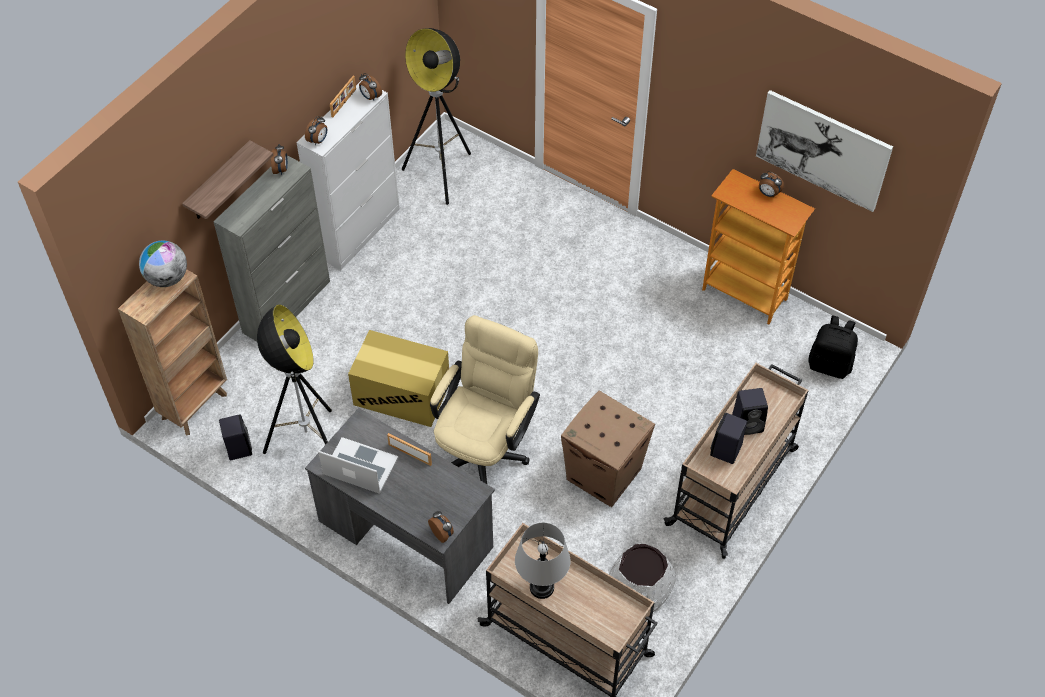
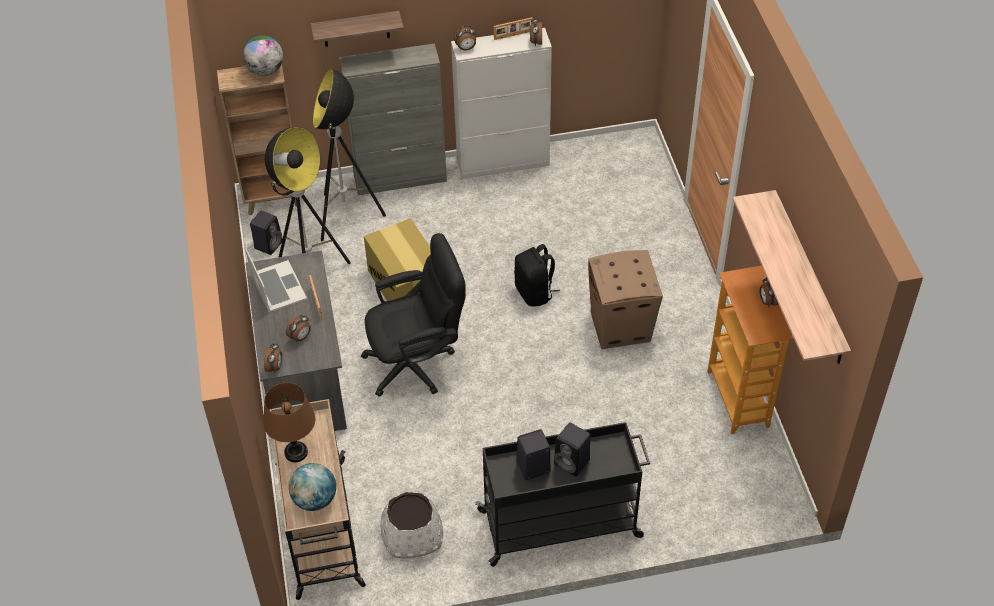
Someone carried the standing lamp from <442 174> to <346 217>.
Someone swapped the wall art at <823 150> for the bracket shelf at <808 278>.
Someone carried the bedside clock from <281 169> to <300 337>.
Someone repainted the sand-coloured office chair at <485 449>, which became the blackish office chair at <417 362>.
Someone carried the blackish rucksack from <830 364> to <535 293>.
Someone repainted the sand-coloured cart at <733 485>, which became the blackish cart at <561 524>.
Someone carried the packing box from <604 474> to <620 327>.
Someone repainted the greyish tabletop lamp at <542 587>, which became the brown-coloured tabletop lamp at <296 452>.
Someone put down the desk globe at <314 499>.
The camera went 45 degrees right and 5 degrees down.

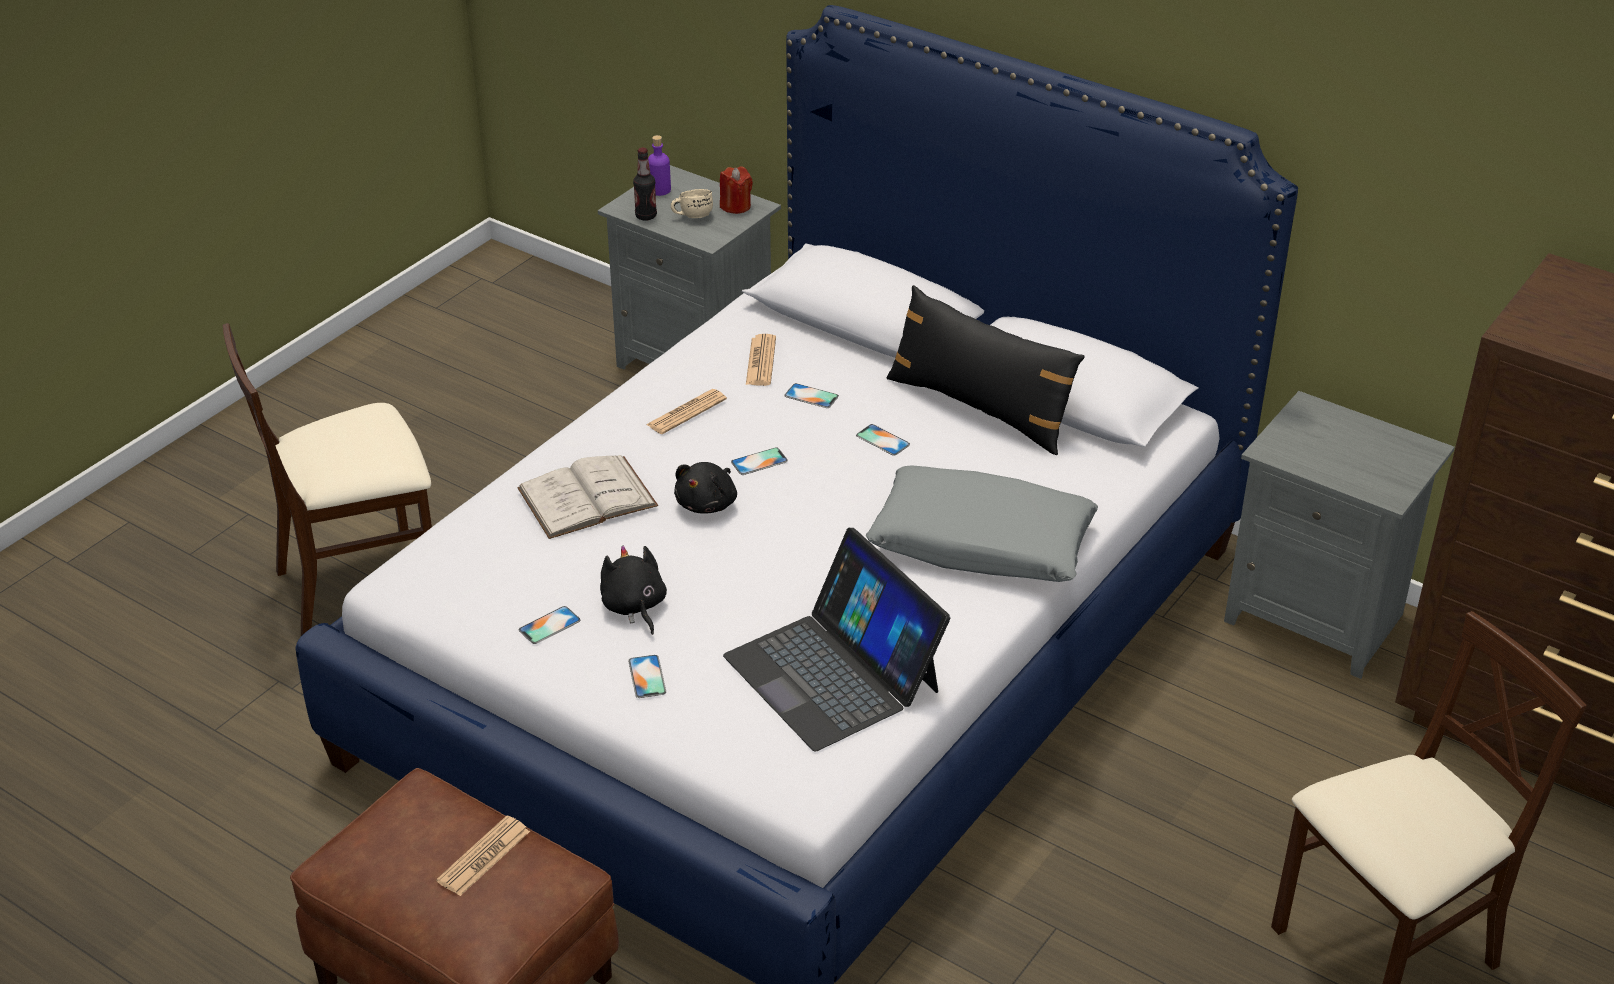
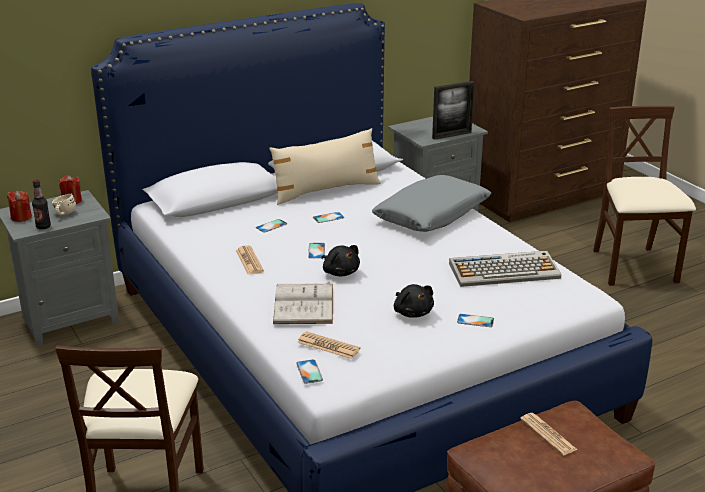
Someone swapped the purple-coloured bottle at <659 190> for the red wax light at <21 217>.
Someone repainted the blackish cushion at <980 408>, which became the sand-coloured cushion at <326 190>.
Someone carried the daily paper from <761 361> to <328 346>.
Someone swapped the portable computer at <833 672> for the PC keyboard at <505 270>.
Someone rotated the blackish cuddly toy at <634 607> by 120 degrees counterclockwise.
Someone carried the telephone from <549 625> to <309 371>.
Someone put down the standing frame at <451 135>.
The camera went 65 degrees left and 10 degrees down.

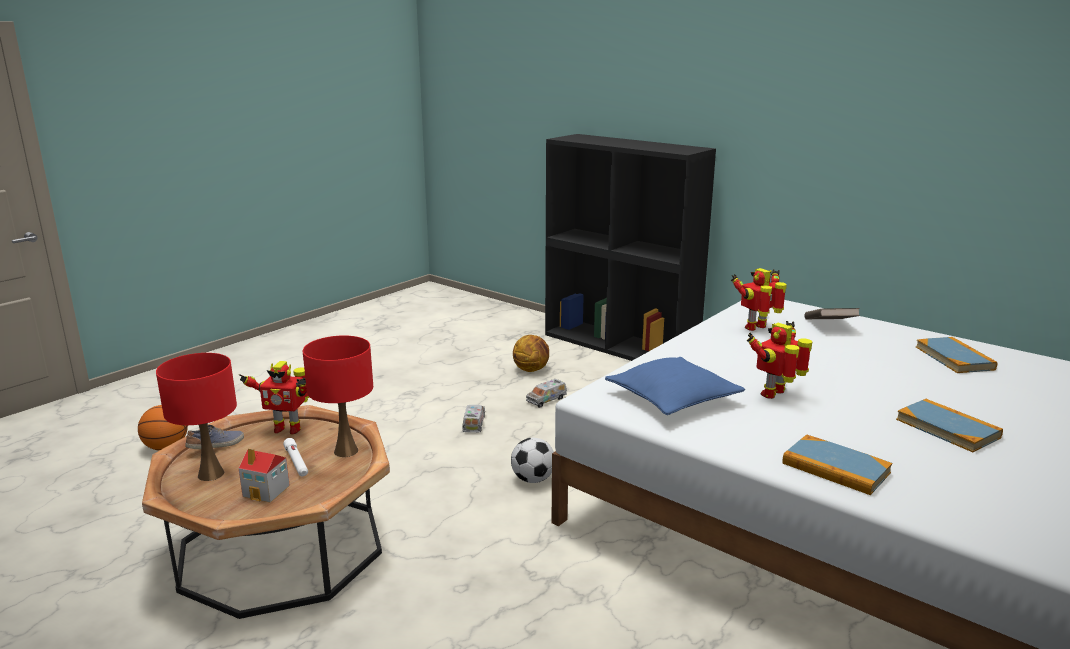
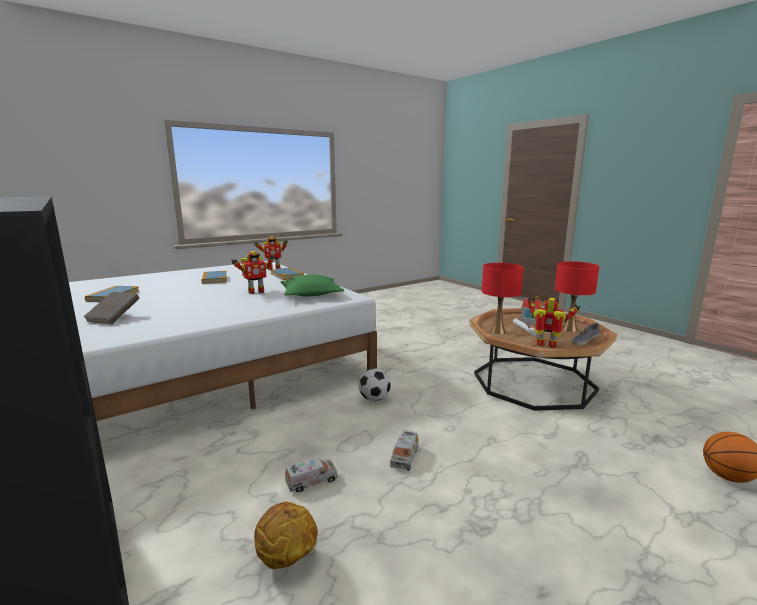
Someone carried the model robot from <757 328> to <273 269>.
Someone repainted the blue cushion at <672 398>, which became the green cushion at <311 294>.
The camera went 165 degrees left and 5 degrees down.

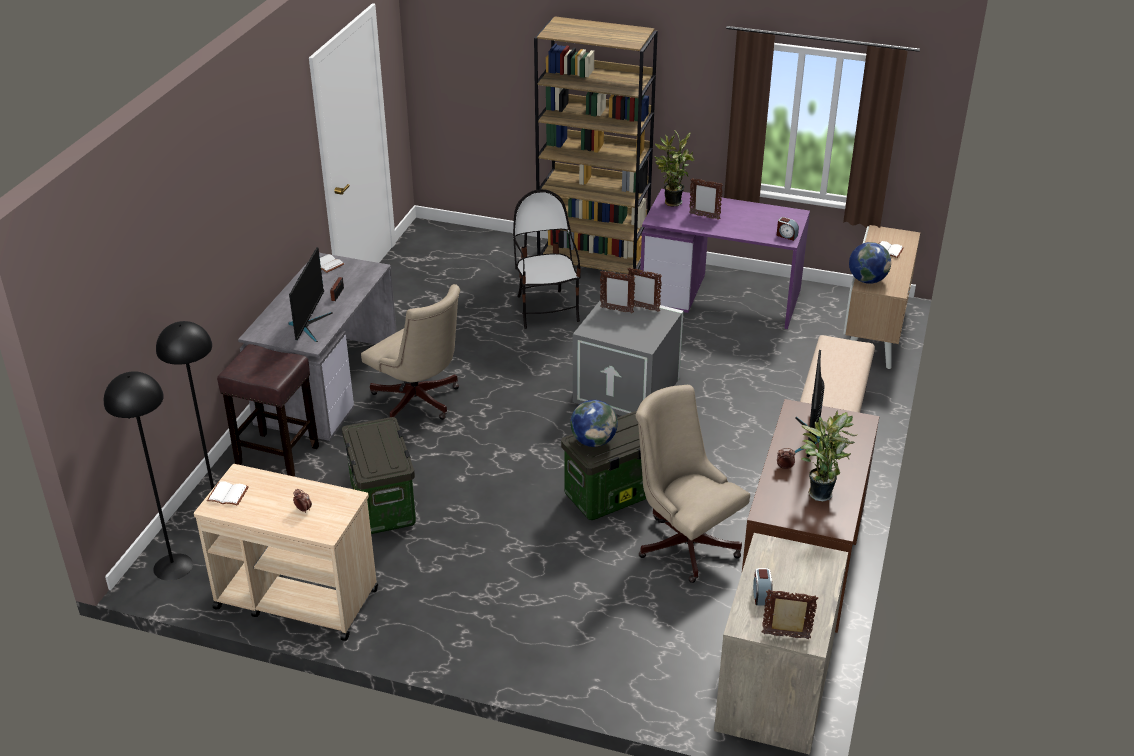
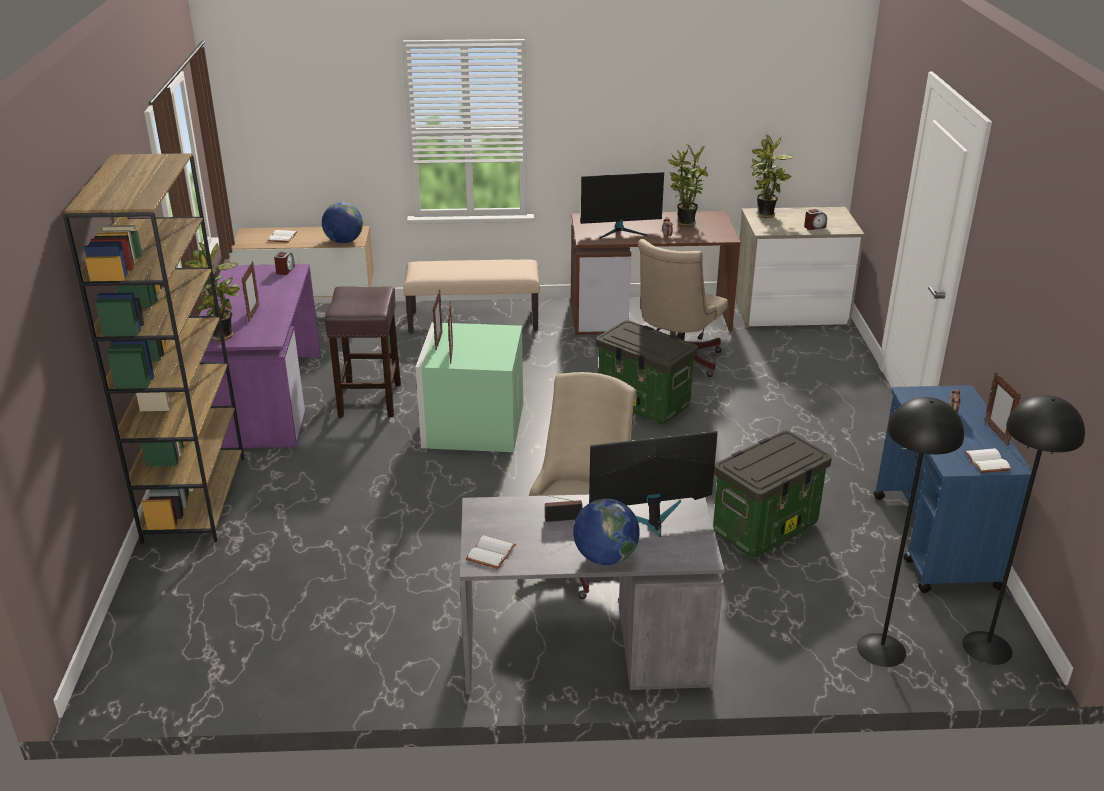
Someone took away the chair at <546 310>.
Someone repainted the greyish storage bin at <628 389>, which became the green storage bin at <472 424>.
Someone carried the brown-coloured stool seat from <276 455> to <370 401>.
Someone carried the desk globe from <593 441> to <605 557>.
Someone repainted the sand-coloured cart at <295 598>, which became the blue cart at <935 542>.
Someone carried the standing frame from <786 636> to <996 433>.
Someone put down the potted plant at <765 215>.
The camera went 110 degrees left and 5 degrees down.

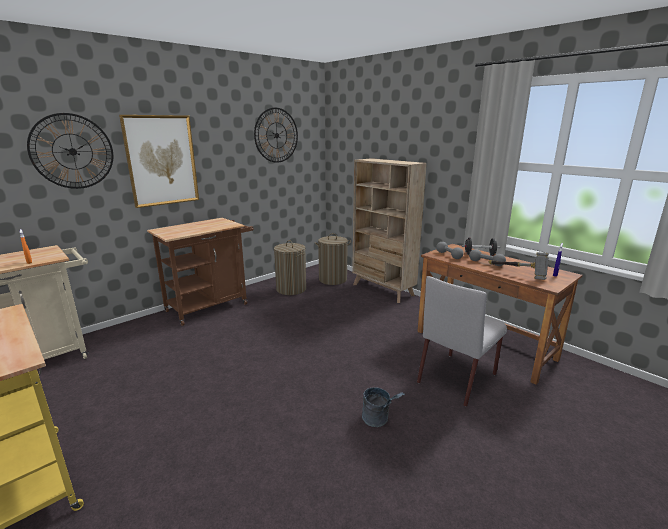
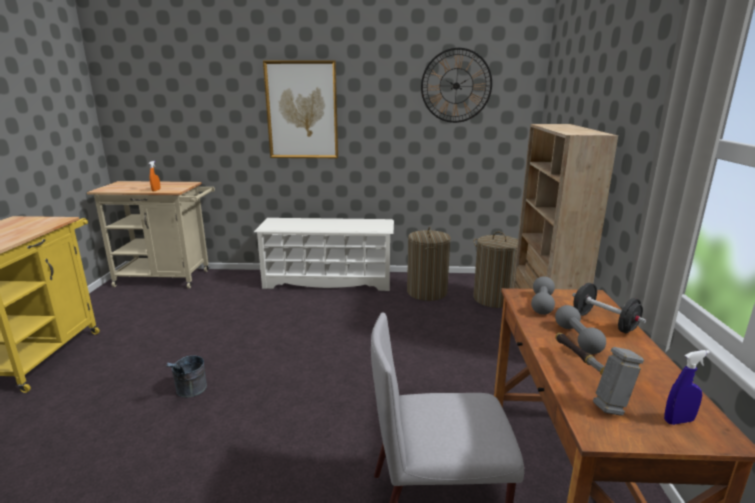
Someone took away the clock on the wall at <72 151>.
Someone swapped the brown-coloured cart at <211 306> for the white-coloured shoe rack at <328 281>.
Someone carried the greyish water bucket from <379 420> to <189 392>.
The camera went 45 degrees right and 0 degrees up.

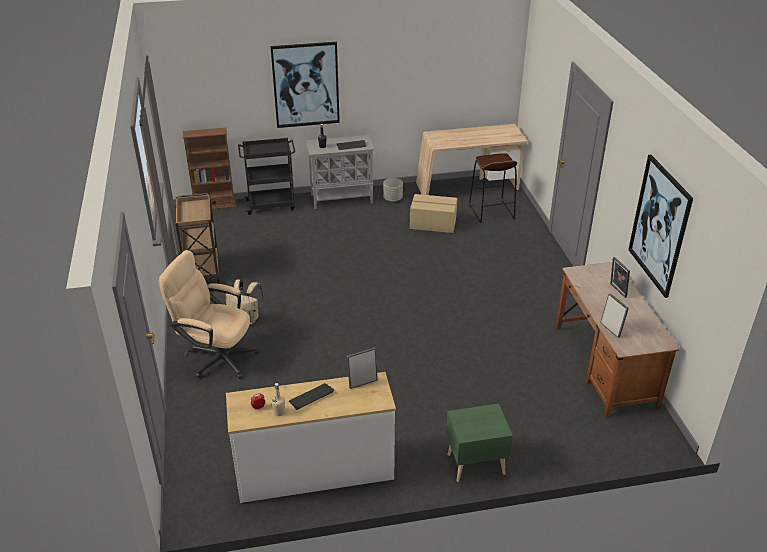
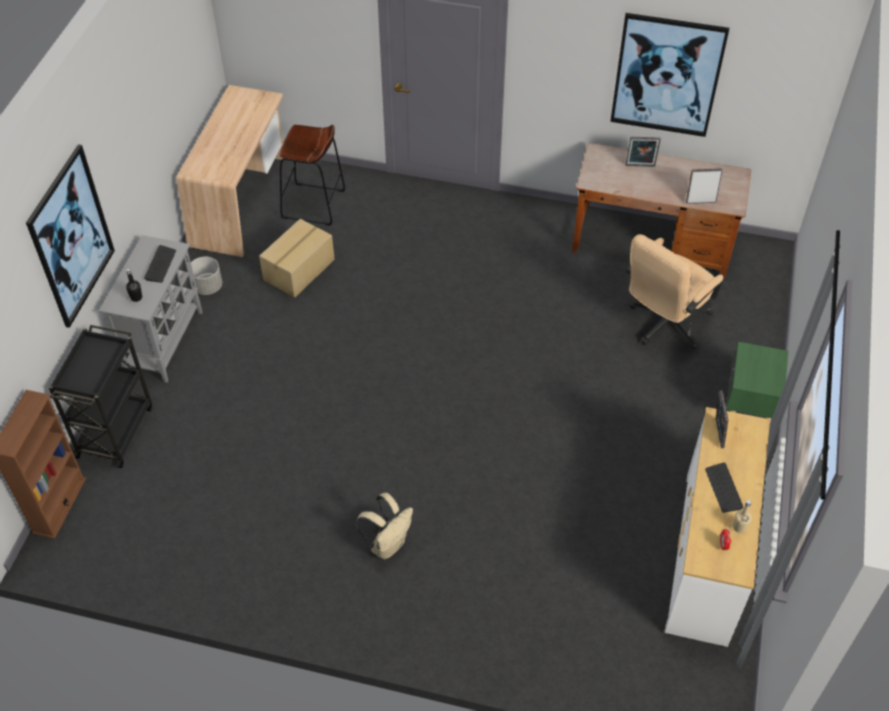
Someone took away the brown-coloured cart at <202 271>.
Someone carried the sand-coloured office chair from <216 357> to <664 325>.
The camera went 65 degrees left and 15 degrees up.

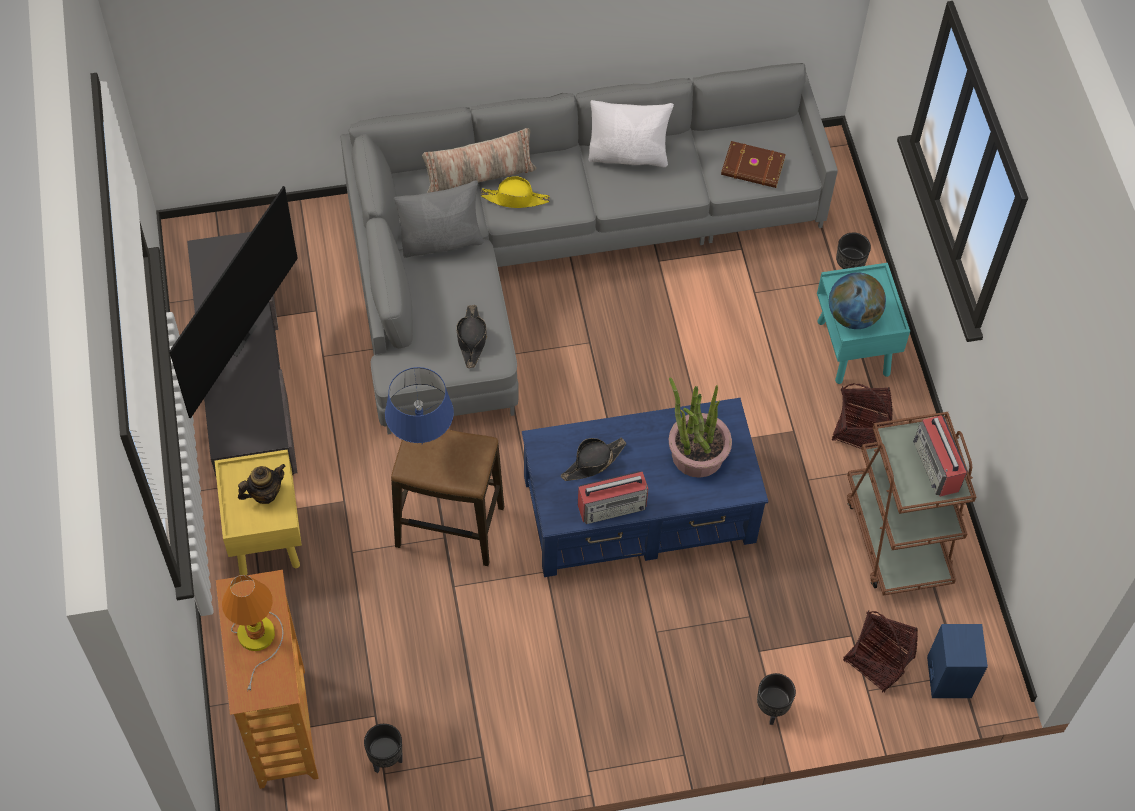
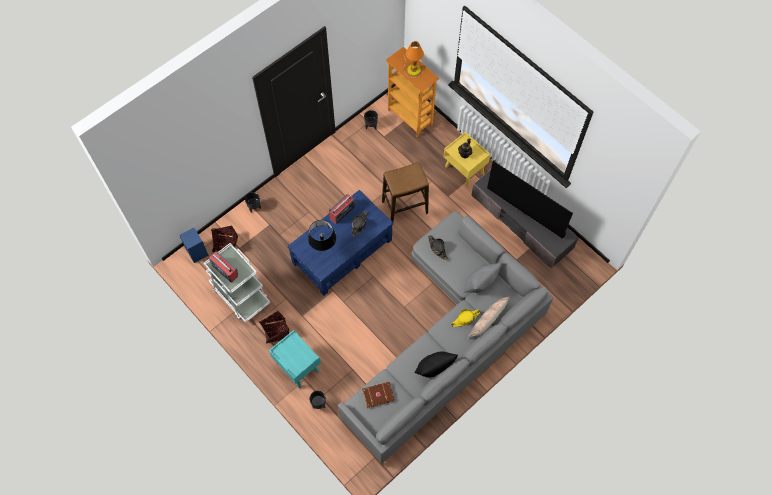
Someone repainted the white-coloured cushion at <628 155>, which became the blackish cushion at <434 369>.
Someone rotated the TV at <235 335> by 45 degrees counterclockwise.
Someone took away the desk globe at <853 316>.
Someone took away the blue tabletop lamp at <422 444>.
Someone swapped the potted plant at <697 454> for the blackish tabletop lamp at <323 249>.
Someone repainted the brown-coloured cart at <897 536>, which became the white-coloured cart at <240 294>.
The camera went 150 degrees right and 5 degrees up.

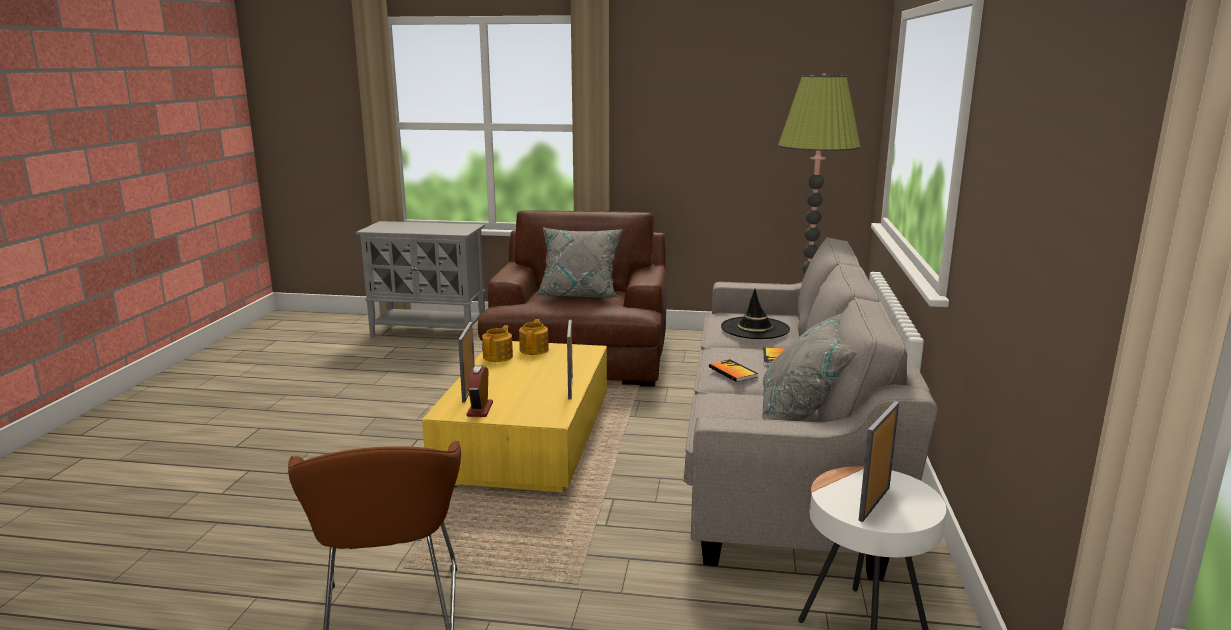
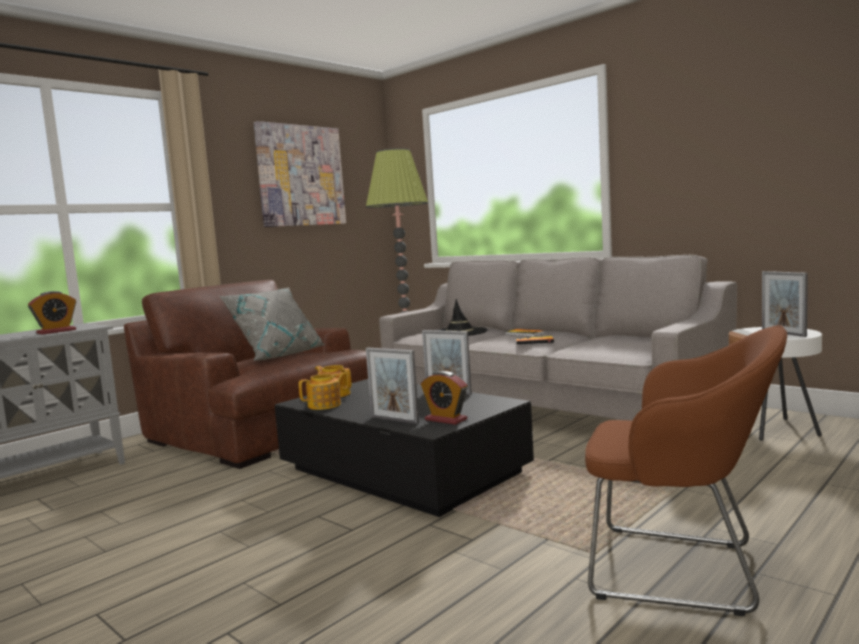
Someone took away the greyish cushion at <802 417>.
Someone rotated the teapot at <498 356> by 90 degrees clockwise.
Someone repainted the yellowish low table at <526 440>, which became the blackish low table at <403 471>.
Someone put up the wall art at <300 176>.
Someone put down the bedside clock at <56 331>.
The camera went 55 degrees left and 10 degrees down.

